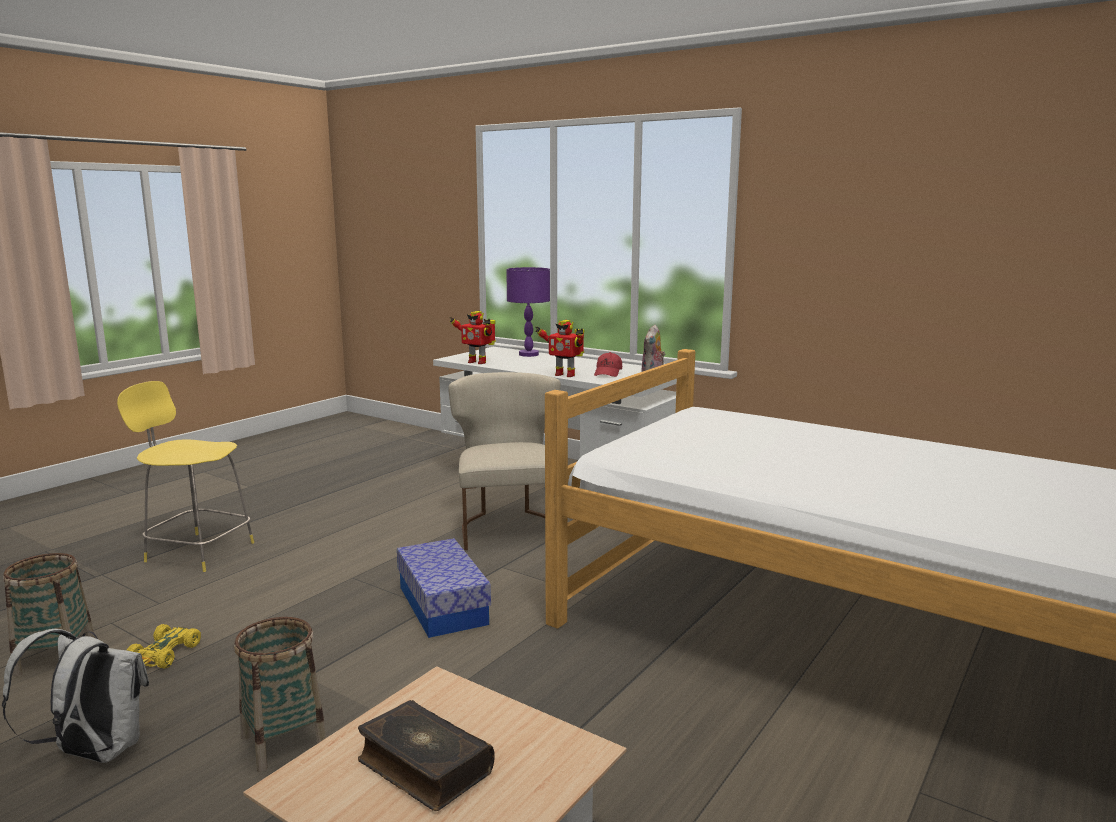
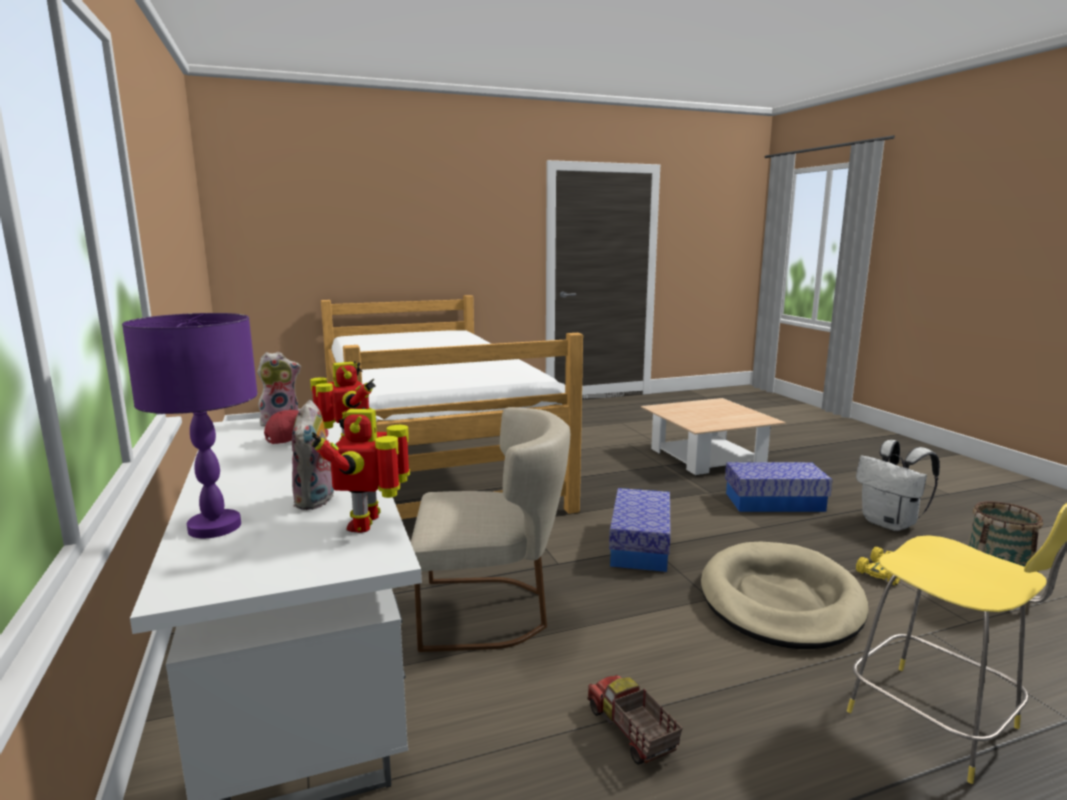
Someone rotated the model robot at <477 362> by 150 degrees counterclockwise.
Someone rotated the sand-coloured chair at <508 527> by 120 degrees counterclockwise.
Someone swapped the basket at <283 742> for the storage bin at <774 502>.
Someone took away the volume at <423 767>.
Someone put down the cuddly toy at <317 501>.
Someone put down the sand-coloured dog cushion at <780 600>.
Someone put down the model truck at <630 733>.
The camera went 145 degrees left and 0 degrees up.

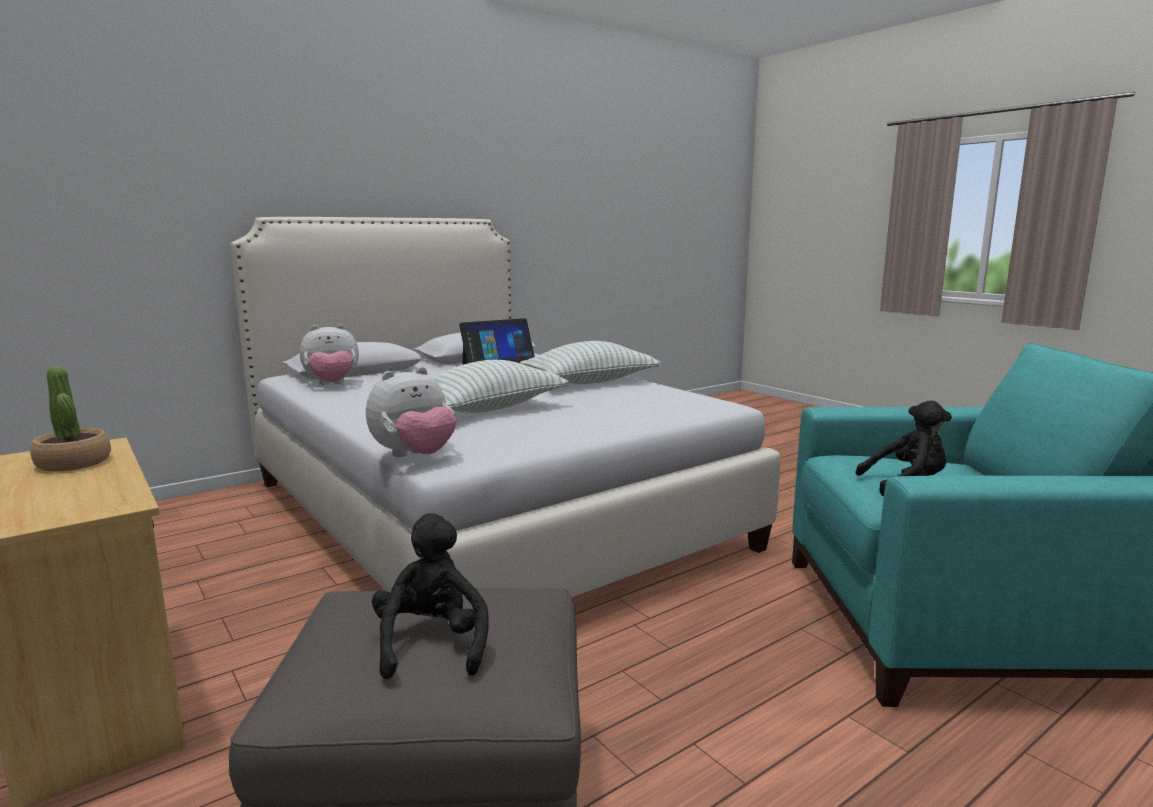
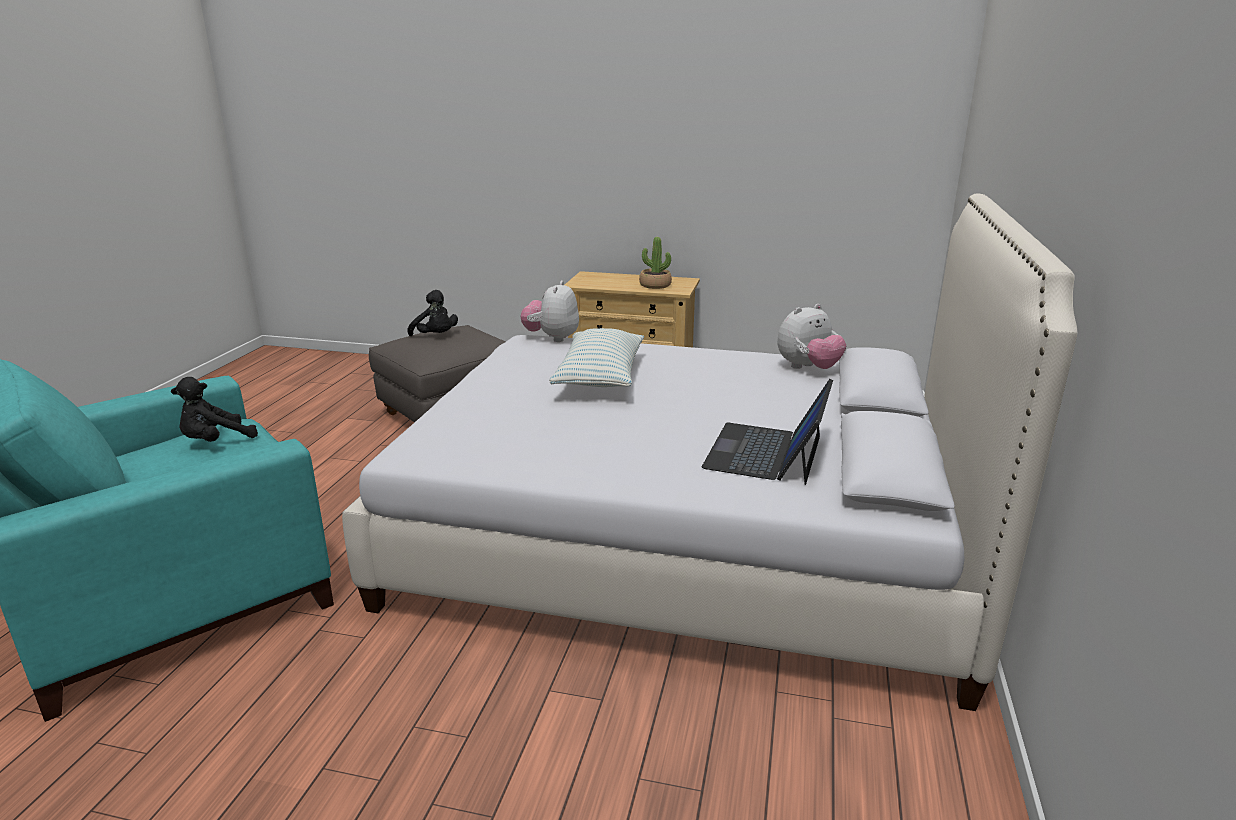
Someone rotated the cuddly toy at <332 385> by 150 degrees counterclockwise.
Someone took away the cushion at <590 382>.
The camera went 140 degrees right and 10 degrees up.

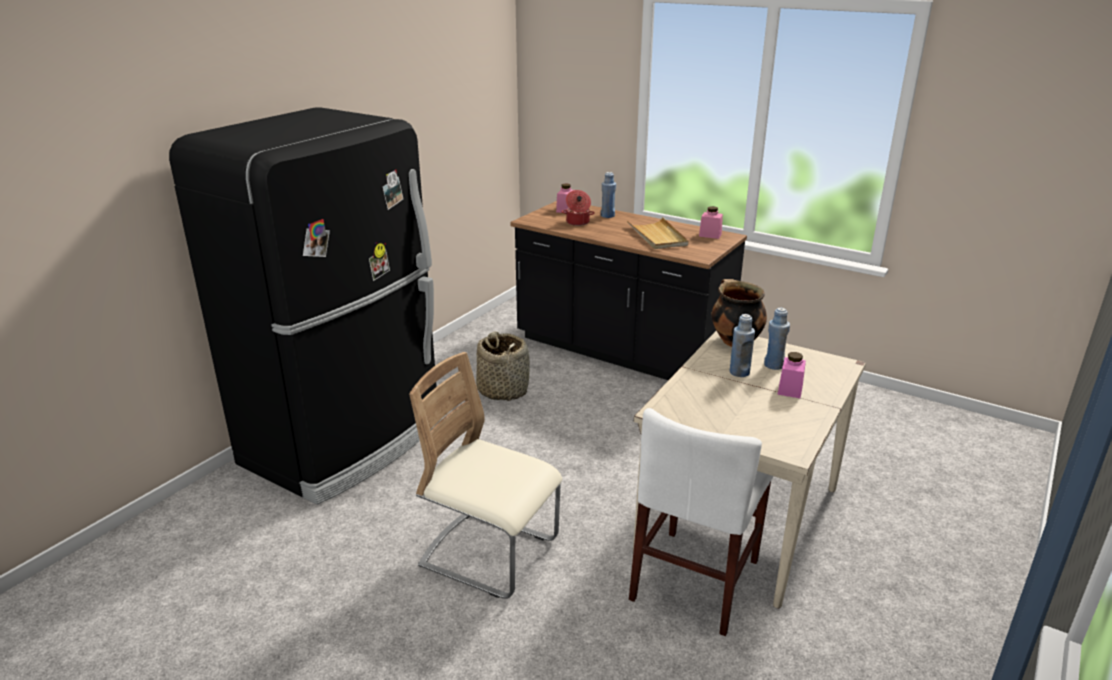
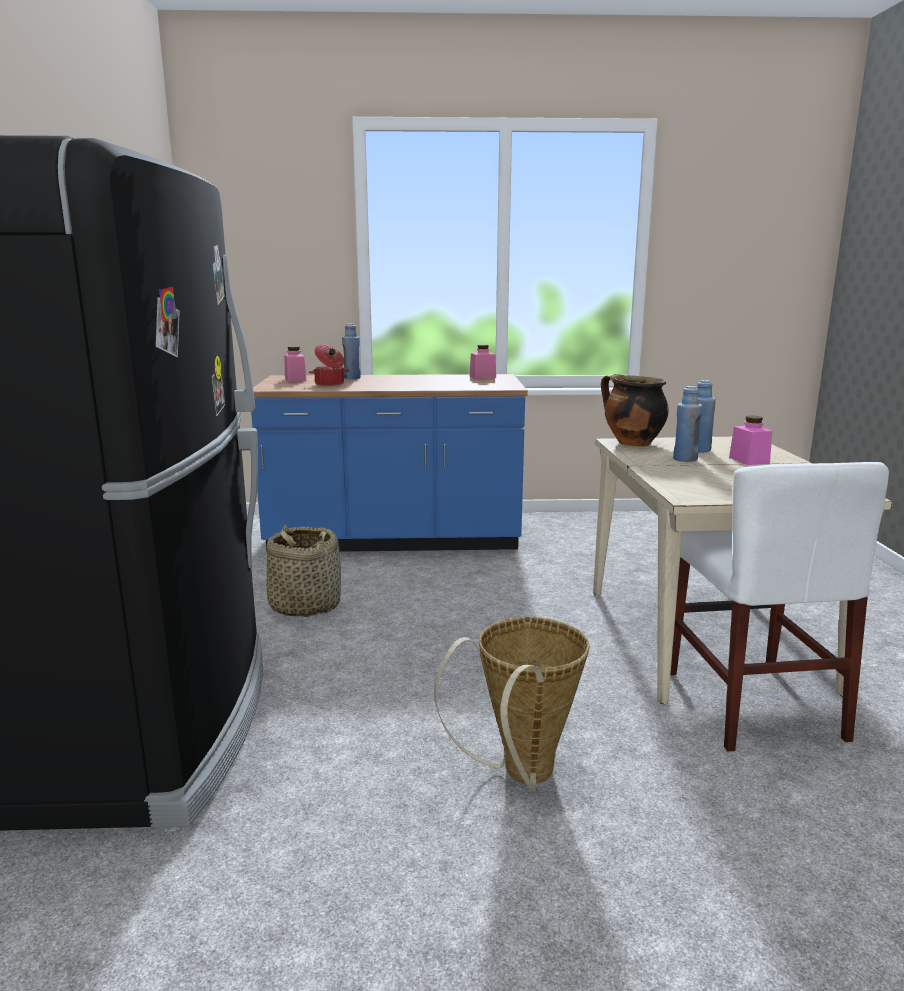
Someone repainted the blackish kitchen counter at <620 352>, which became the blue kitchen counter at <394 540>.
Someone took away the sand-coloured carrying tray at <657 236>.
Someone swapped the sand-coloured chair at <490 554> for the basket at <521 776>.
The camera went 35 degrees left and 10 degrees down.

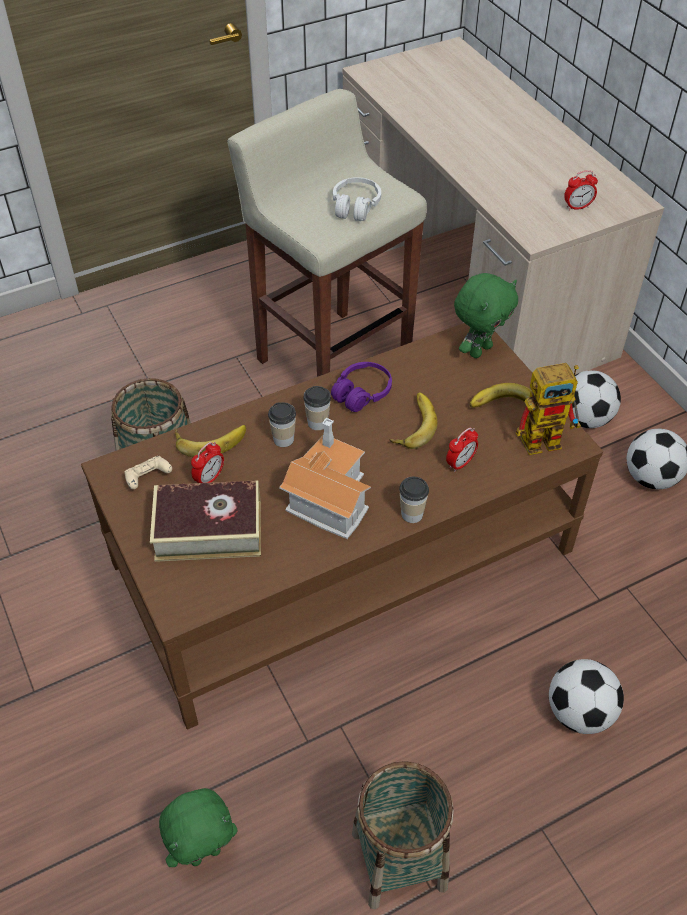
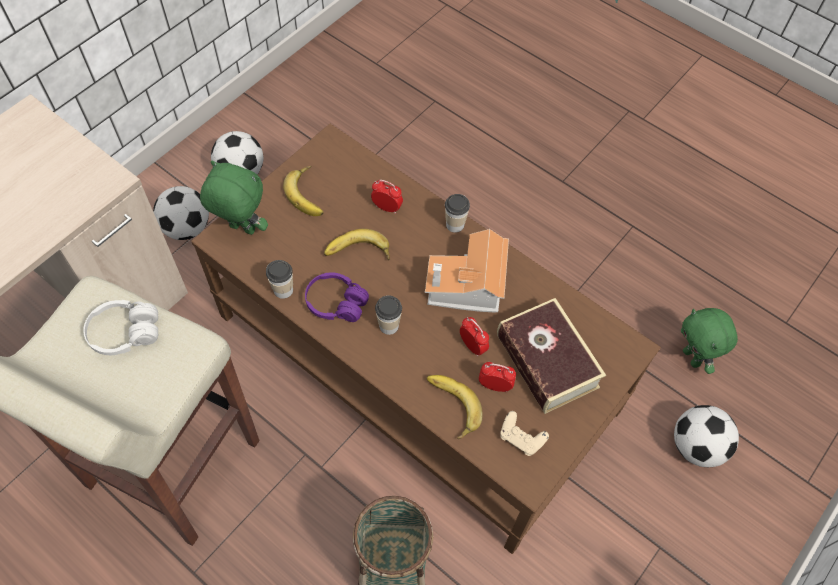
Someone carried the bedside clock from <577 207> to <472 346>.
Someone took away the model robot at <547 438>.
Someone carried the drinking cup from <283 439> to <283 290>.
Someone carried the ball for football from <579 713> to <696 446>.
Someone took away the basket at <399 859>.
Someone rotated the green cuddly toy at <204 852> by 150 degrees counterclockwise.
The camera went 115 degrees left and 10 degrees up.

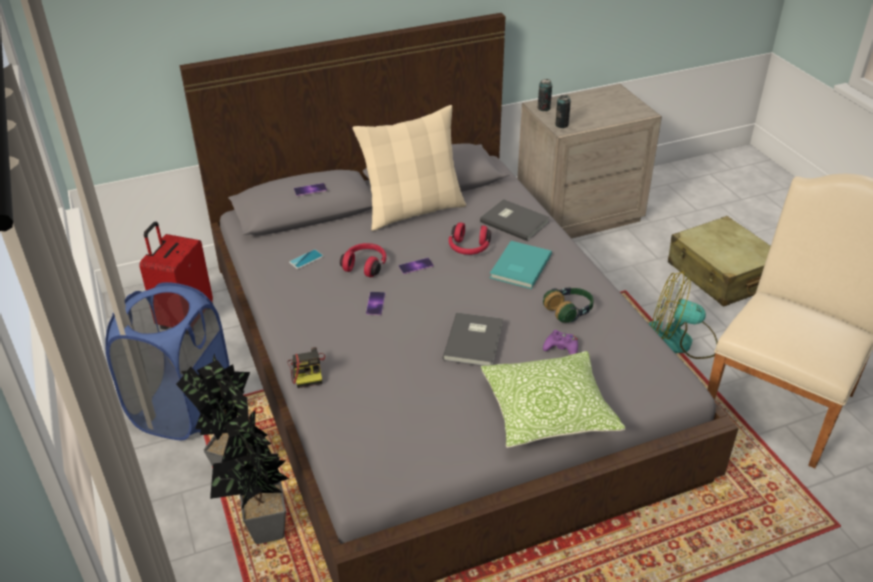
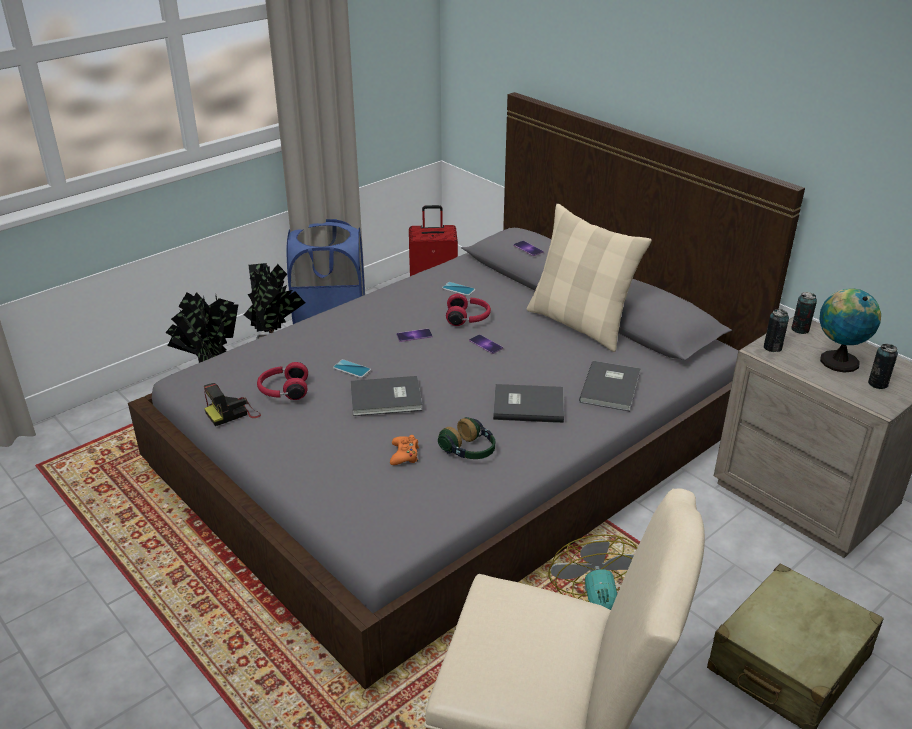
Someone carried the red headphones from <468 248> to <283 391>.
Someone repainted the blue-green volume at <518 267>, which became the greyish volume at <527 405>.
Someone repainted the purple-coloured joypad at <561 348>, which became the orange-coloured joypad at <404 455>.
Someone carried the photo camera from <307 370> to <233 413>.
Someone took away the cushion at <548 411>.
Someone put down the desk globe at <837 360>.
Someone put down the metal can at <877 383>.
Someone put down the telephone at <352 369>.
The camera went 70 degrees right and 5 degrees down.

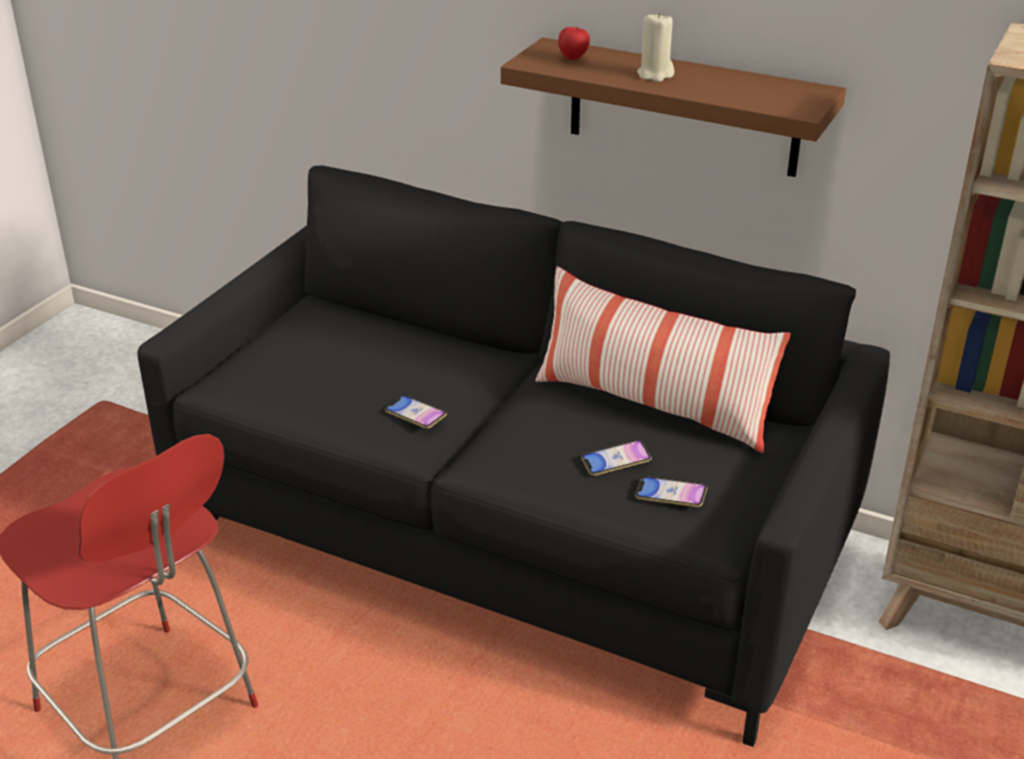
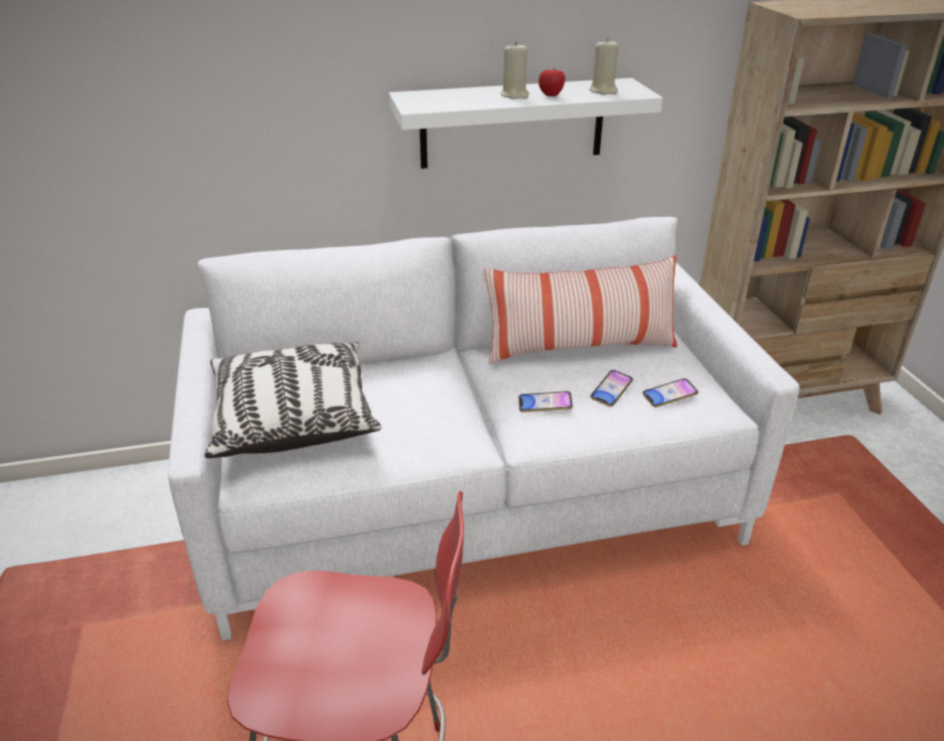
Someone carried the whole apple from <573 59> to <551 96>.
Someone repainted the brown-coloured bracket shelf at <683 108>, which became the white-coloured bracket shelf at <512 123>.
Someone repainted the blackish sofa at <513 540>, which became the white-coloured sofa at <471 500>.
Someone carried the telephone from <415 415> to <545 405>.
Someone put down the sand-coloured wax light at <603 91>.
Someone put down the cushion at <292 418>.
The camera went 40 degrees left and 0 degrees up.

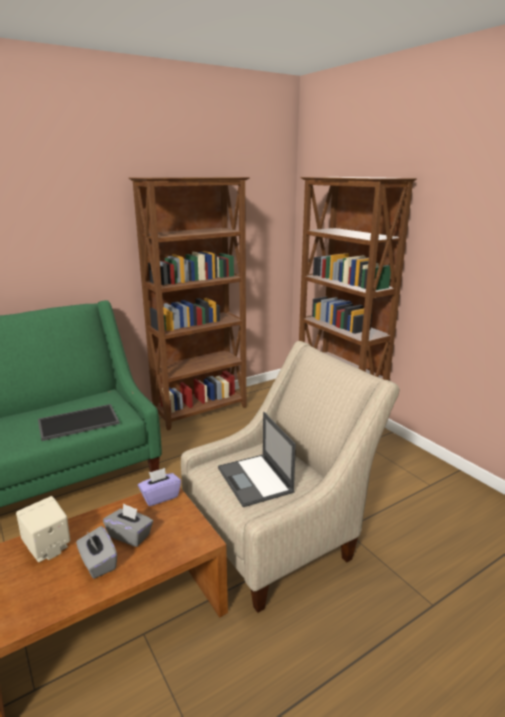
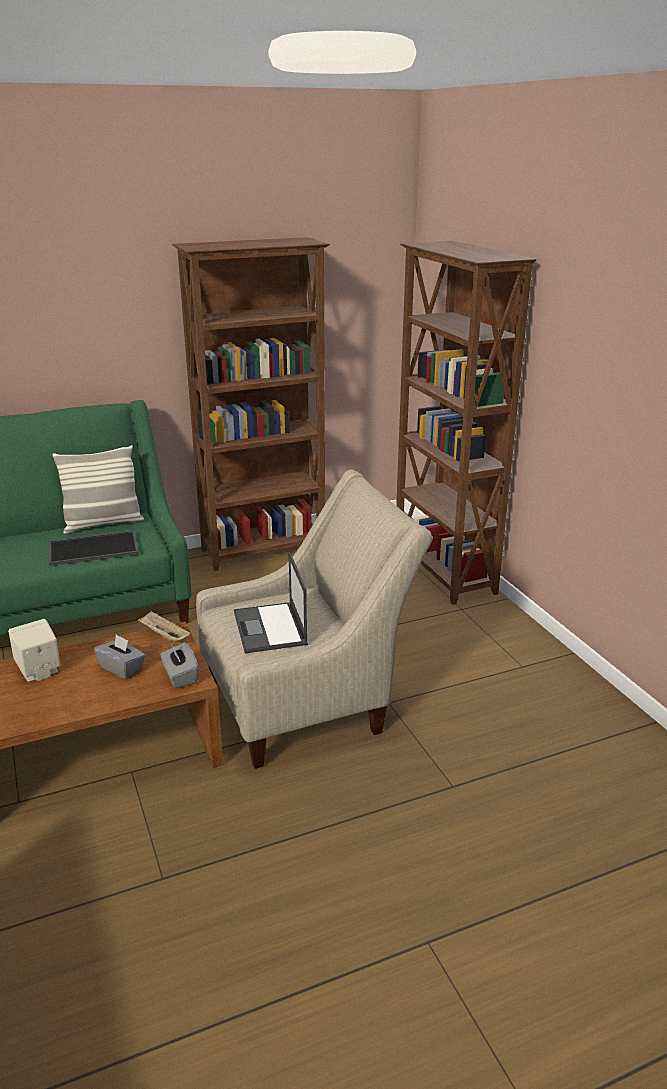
Someone swapped the purple-coloured tissue holder at <160 496> for the sand-coloured carrying tray at <164 636>.
Someone carried the greyish tissue holder from <98 563> to <180 677>.
Someone put down the cushion at <103 523>.
The camera went 10 degrees right and 5 degrees up.

